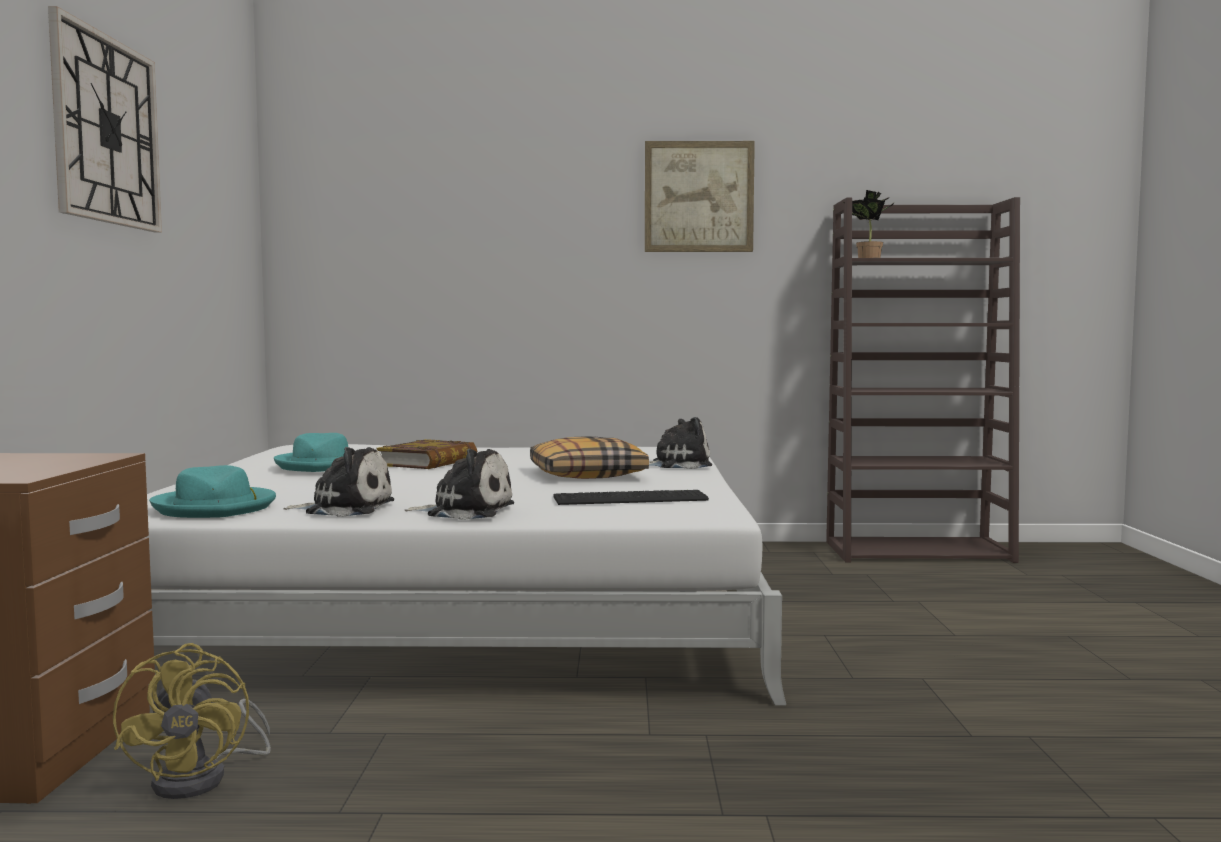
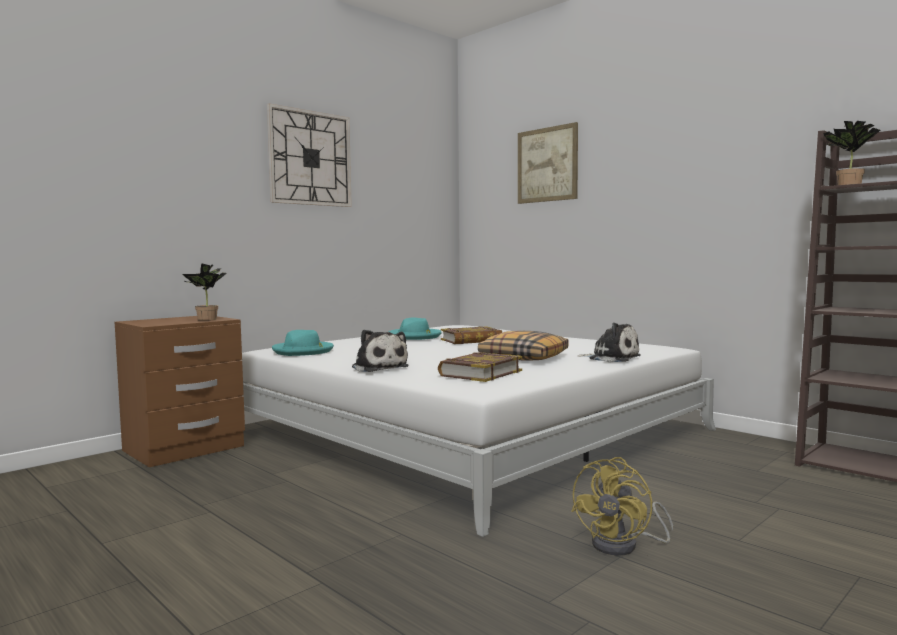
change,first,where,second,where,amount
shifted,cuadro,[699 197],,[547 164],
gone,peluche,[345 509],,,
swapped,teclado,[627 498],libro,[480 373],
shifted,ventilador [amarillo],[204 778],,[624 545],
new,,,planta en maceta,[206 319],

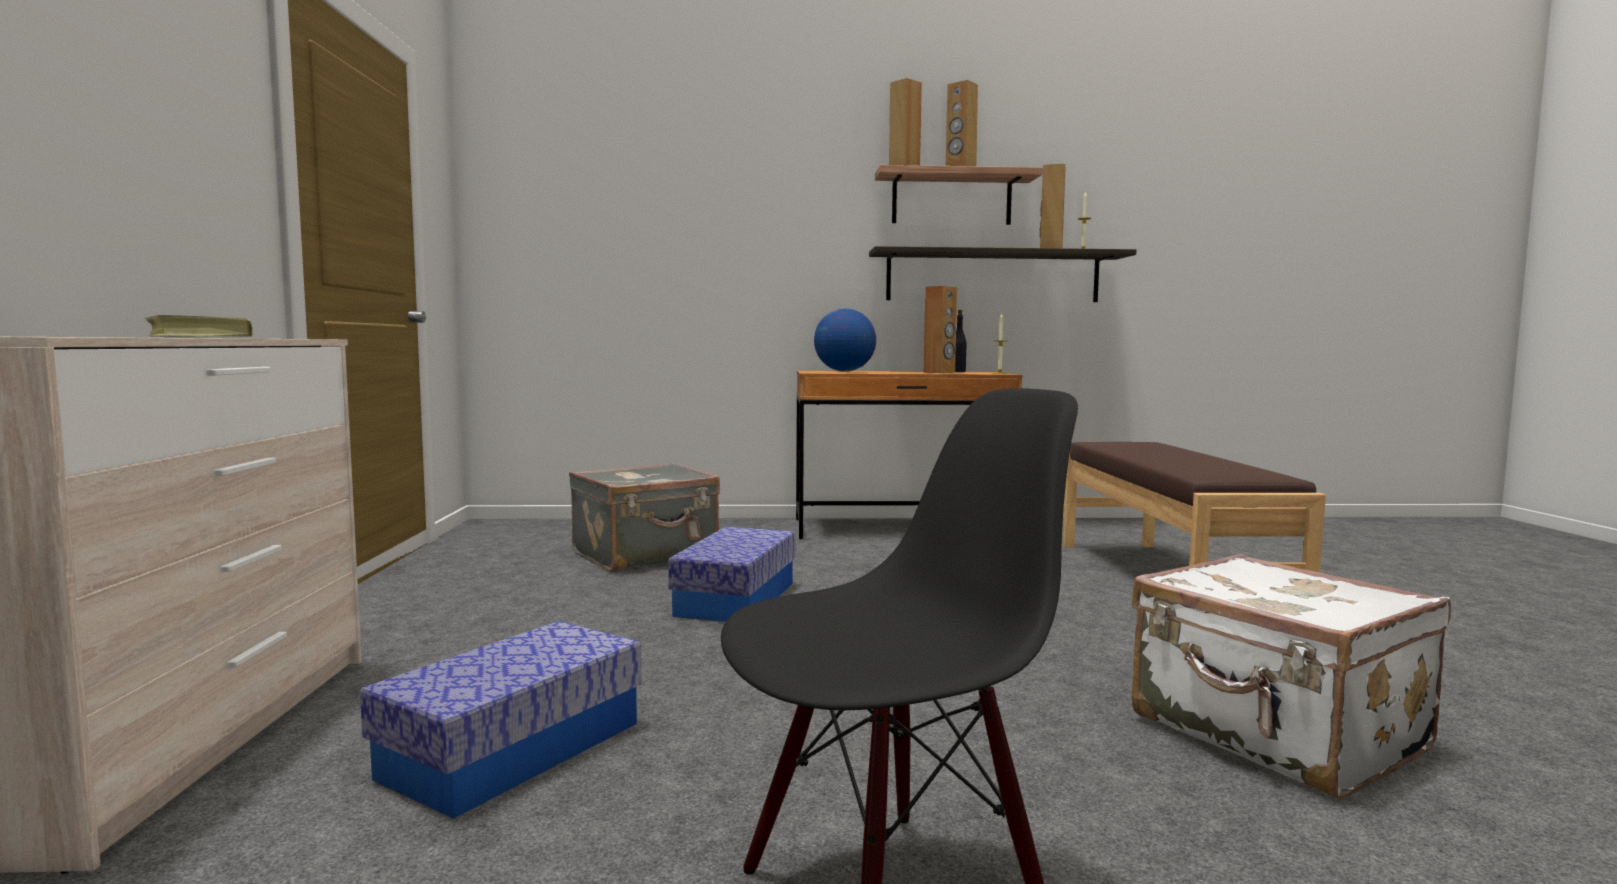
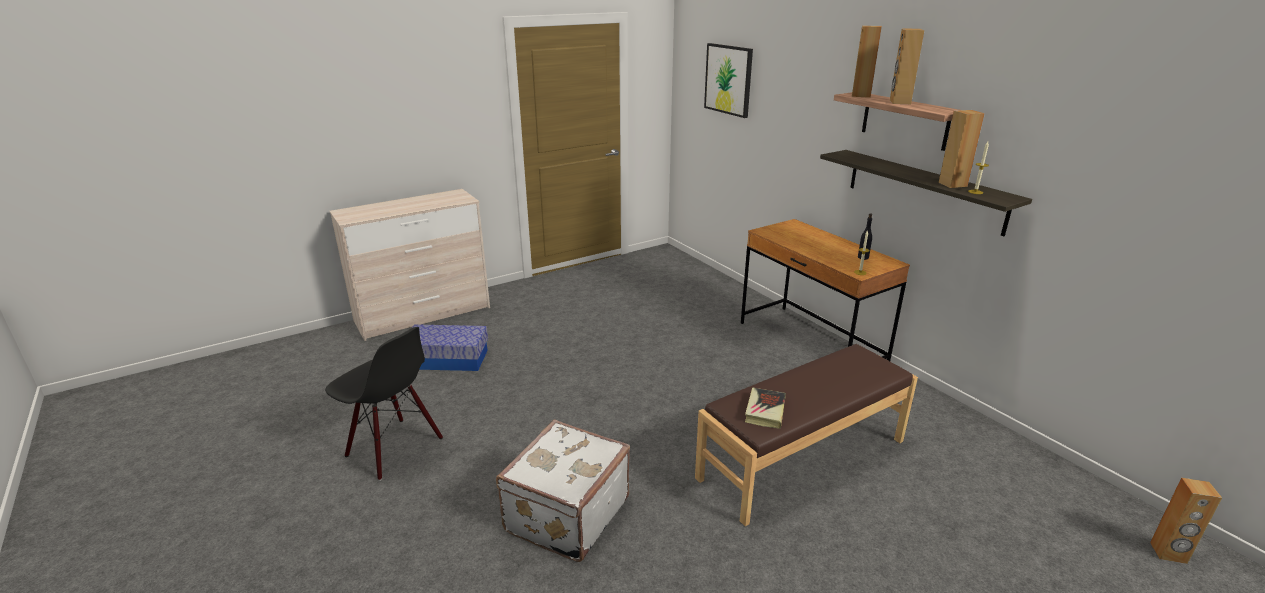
change,first,where,second,where,amount
shifted,altavoz [marrón],[939 372],,[1168 553],
gone,globo terráqueo,[844 371],,,
shifted,libro,[198 337],,[765 411],
gone,maleta [gris],[646 555],,,
gone,caja de almacenaje,[736 599],,,
new,,,cuadro,[728 79],

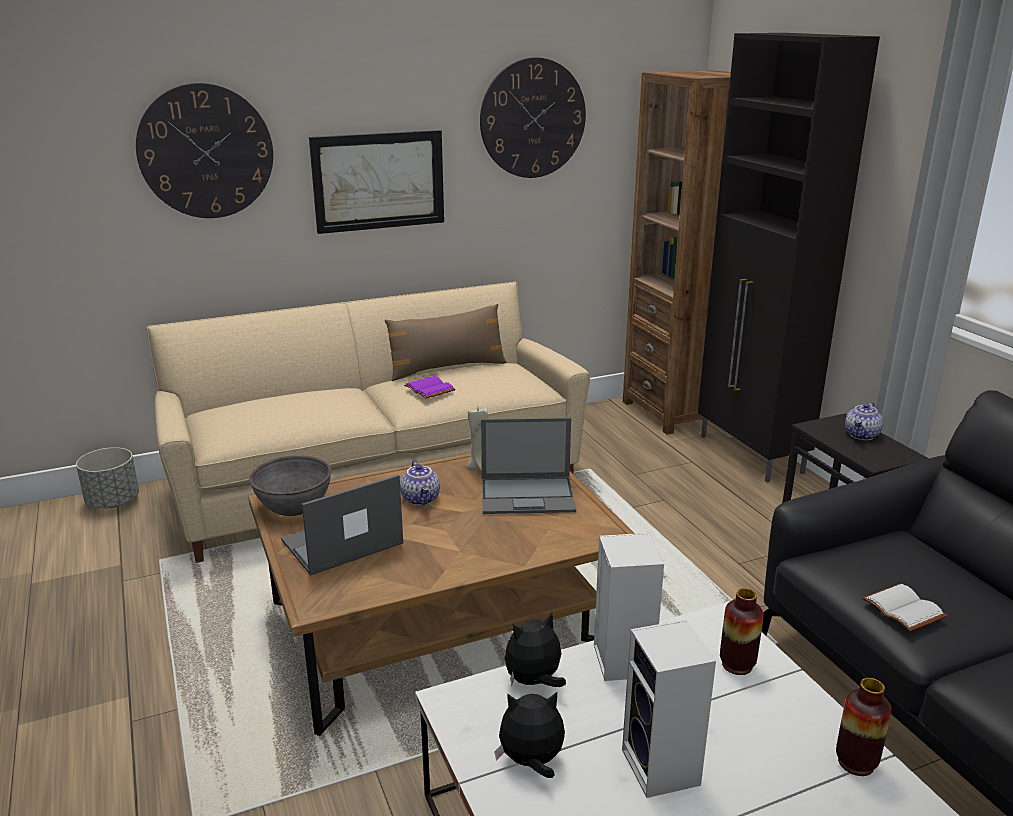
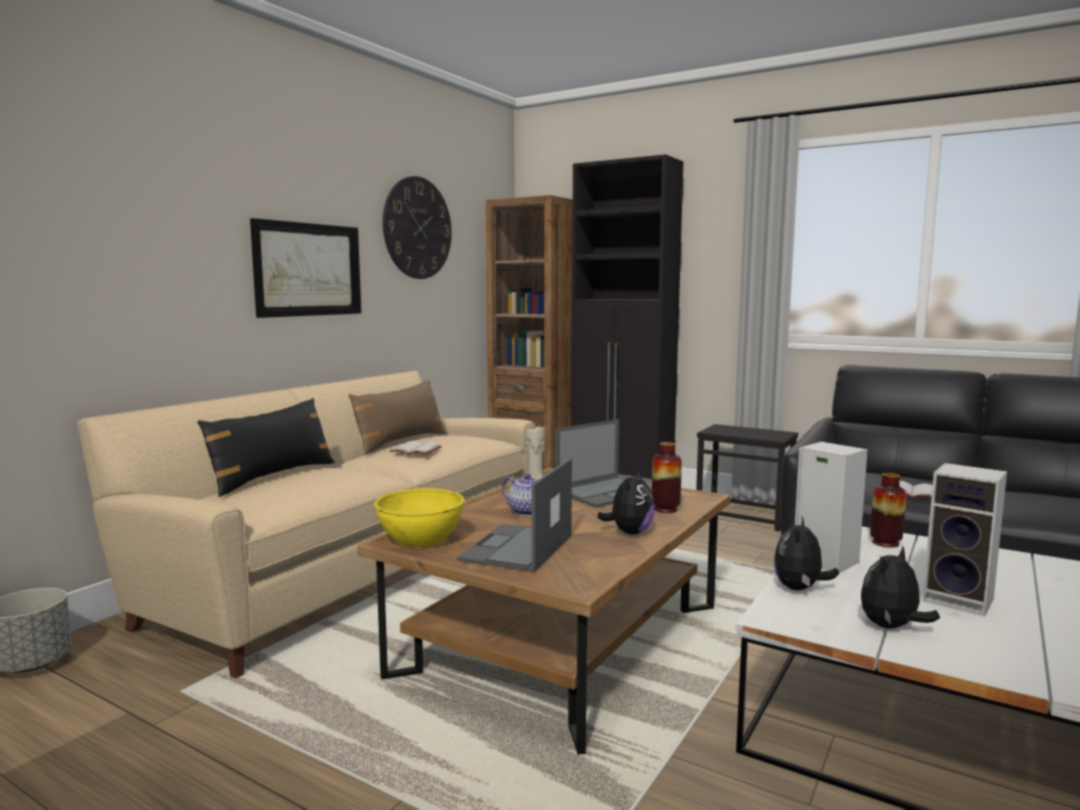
change,first,where,second,where,amount
gone,reloj de pared,[206 152],,,
repainted,libro [morado],[431 389],libro [blanco],[417 450],
gone,tetera,[862 435],,,
repainted,cuenco [gris],[294 505],cuenco [amarillo],[421 539],
shifted,florero,[856 762],,[665 509],
new,,,cojín [negro],[272 477],
new,,,peluche,[629 532],

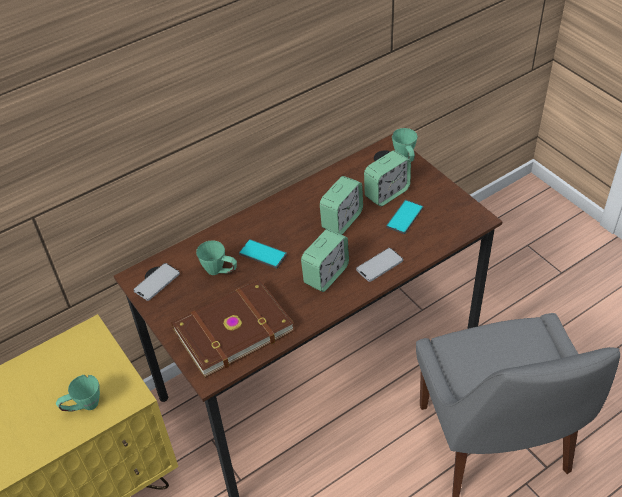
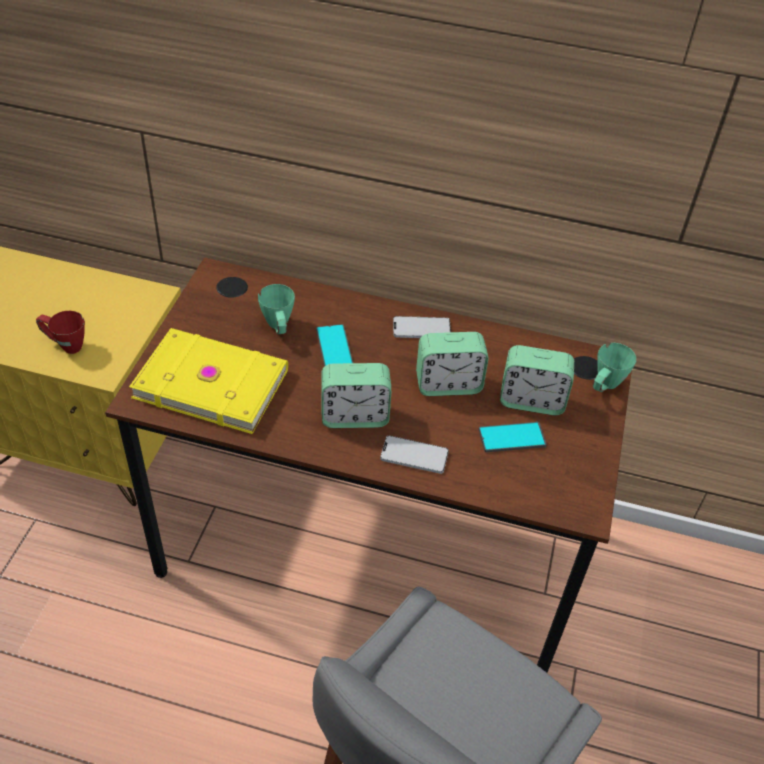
change,first,where,second,where,amount
shifted,móvil,[157 282],,[421 329],
repainted,libro [marrón],[231 329],libro [amarillo],[211 382],
repainted,taza grande [verde],[83 407],taza grande [rojo],[65 345],

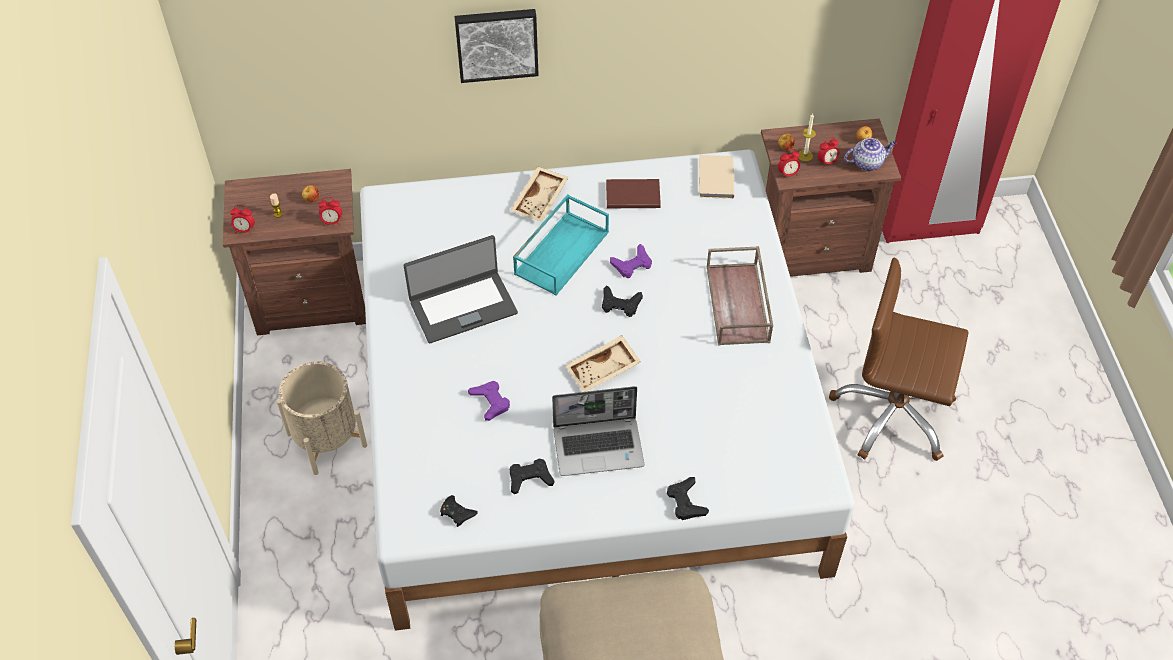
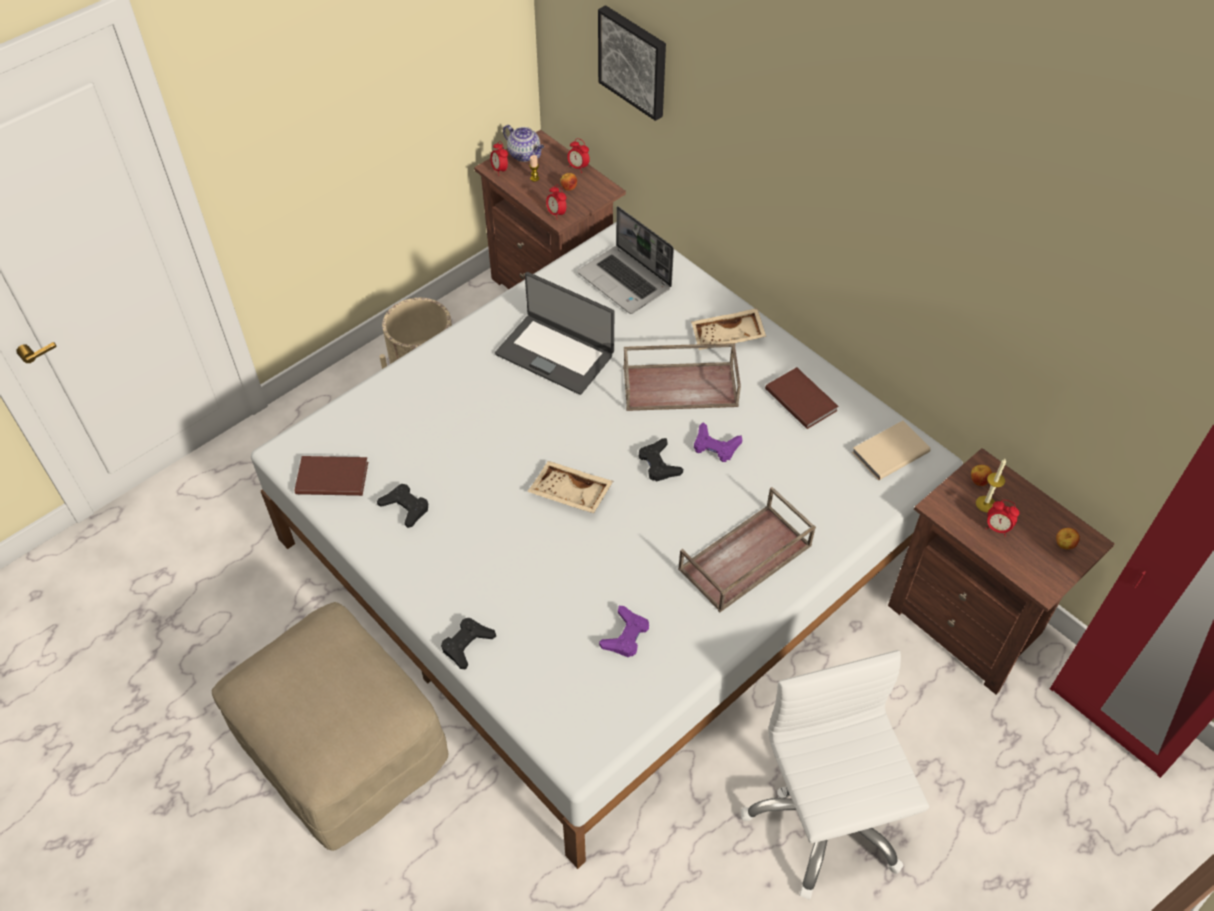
change,first,where,second,where,amount
shifted,cuadro,[497 43],,[634 61],
shifted,tetera,[867 163],,[525 155],
shifted,despertador,[788 174],,[578 167],
repainted,bandeja [turquesa],[561 251],bandeja [marrón],[681 385],
repainted,silla de oficina [marrón],[892 414],silla de oficina [blanco],[824 818],
shifted,mando de consola [morado],[490 402],,[625 635],
shifted,portátil,[599 446],,[626 281],
swapped,mando de consola [negro],[457 513],libro [marrón],[331 476],

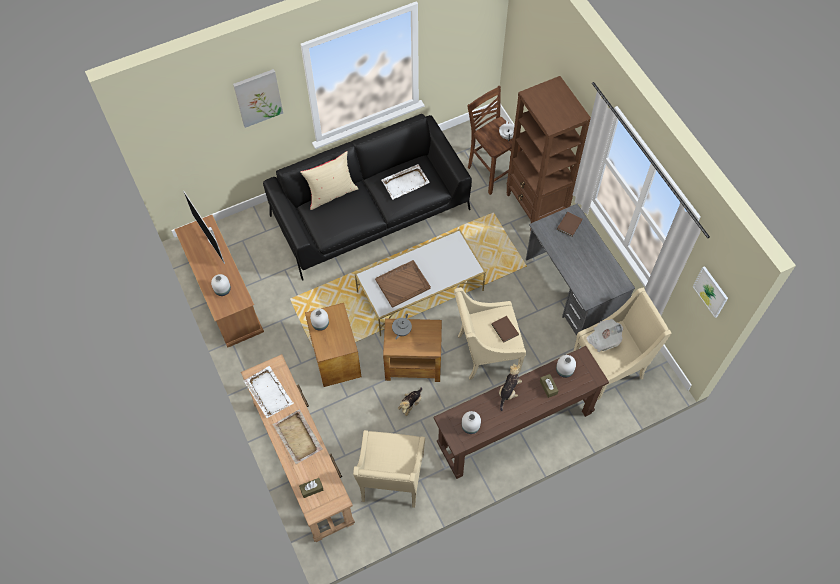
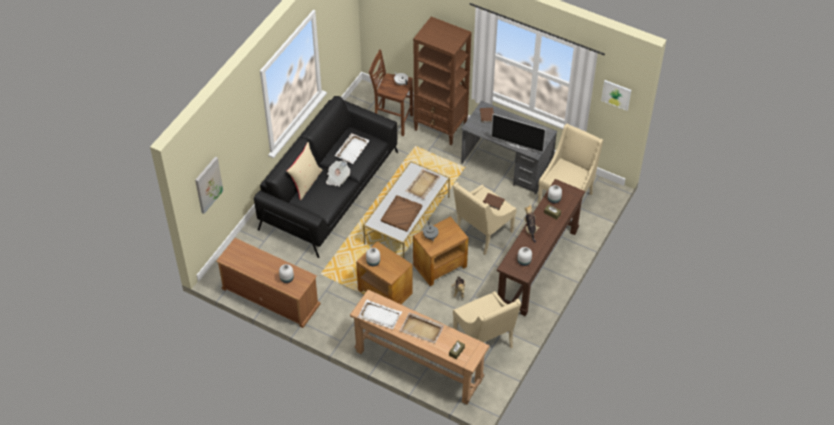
change,first,where,second,where,amount
shifted,cuadro,[258 97],,[208 184],
shifted,televisor,[212 240],,[517 145],
shifted,periódico,[603 339],,[337 178],
new,,,bandeja [beis],[422 185],

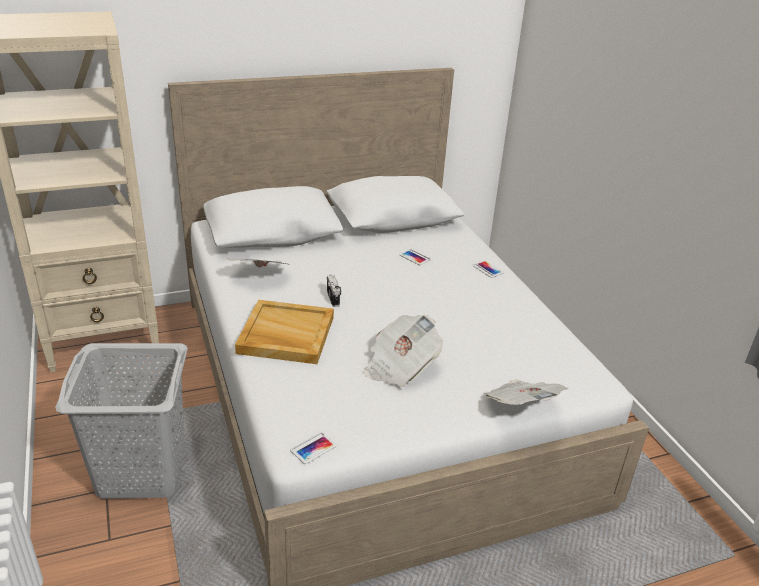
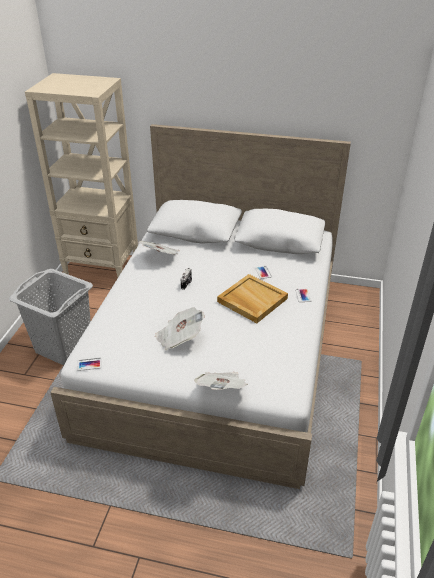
change,first,where,second,where,amount
shifted,bandeja [beis],[285 335],,[251 300],

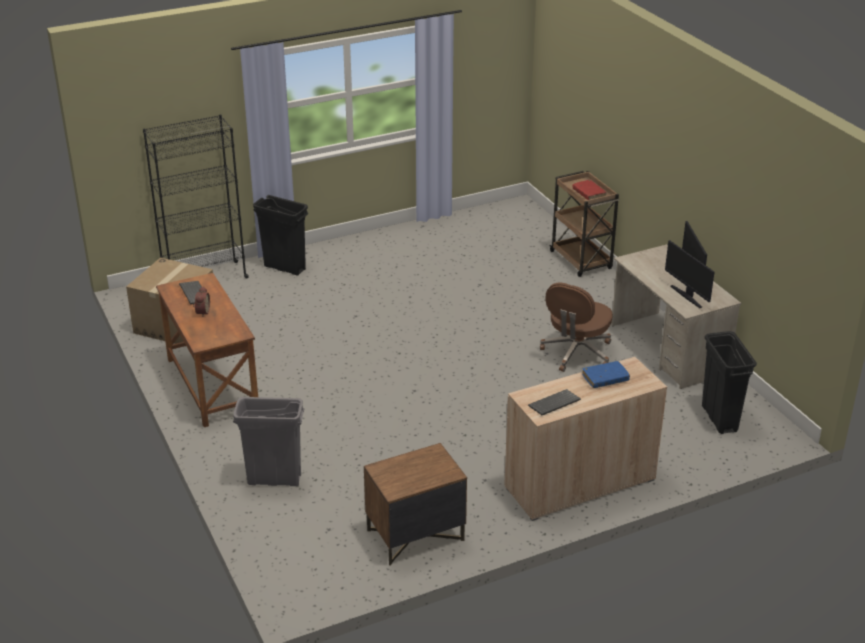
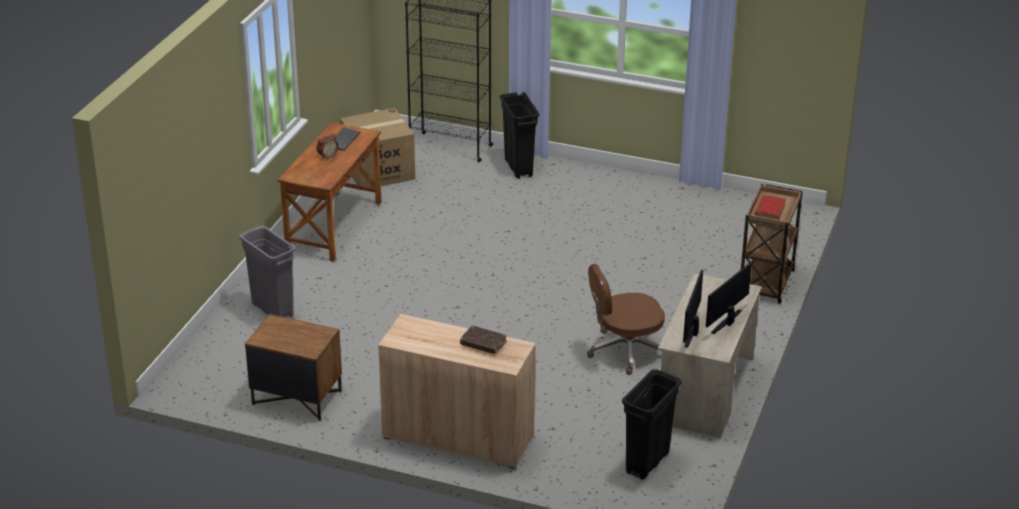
change,first,where,second,where,amount
repainted,libro [azul],[605 379],libro [marrón],[483 344],
gone,teclado,[554 404],,,

